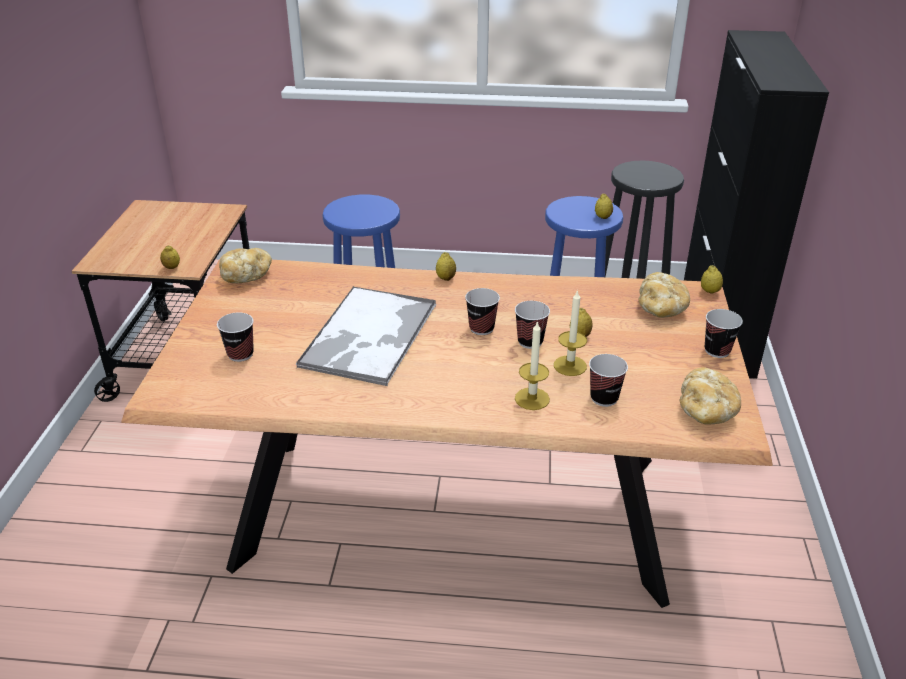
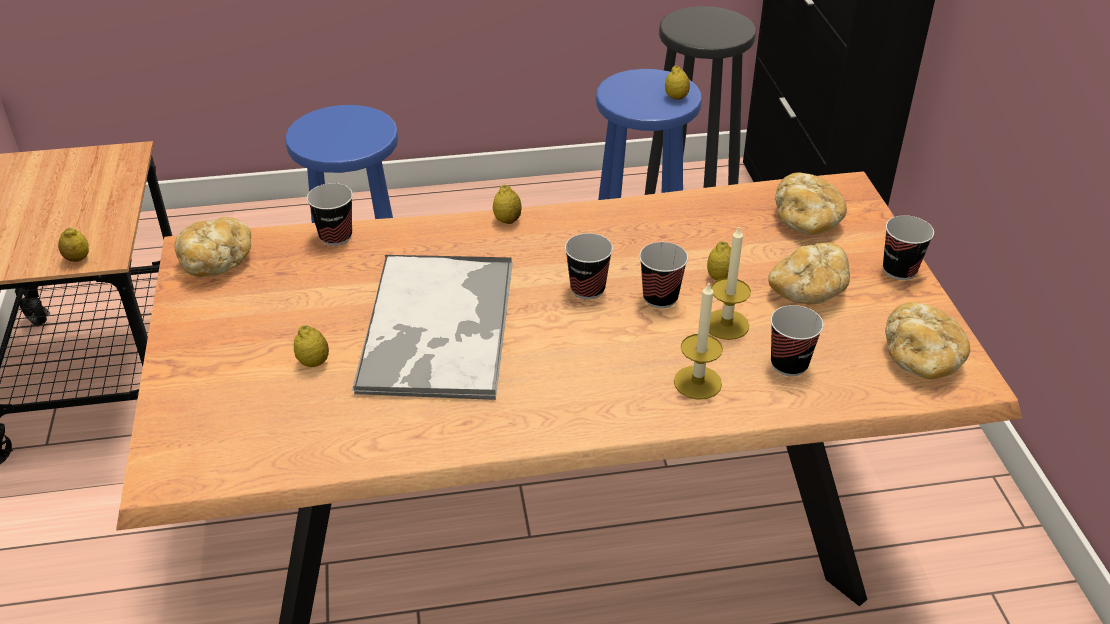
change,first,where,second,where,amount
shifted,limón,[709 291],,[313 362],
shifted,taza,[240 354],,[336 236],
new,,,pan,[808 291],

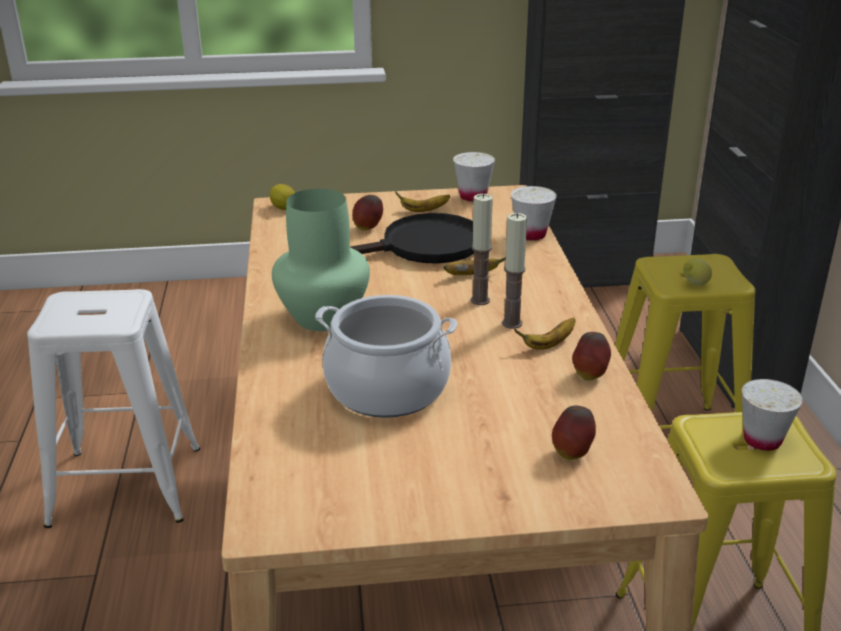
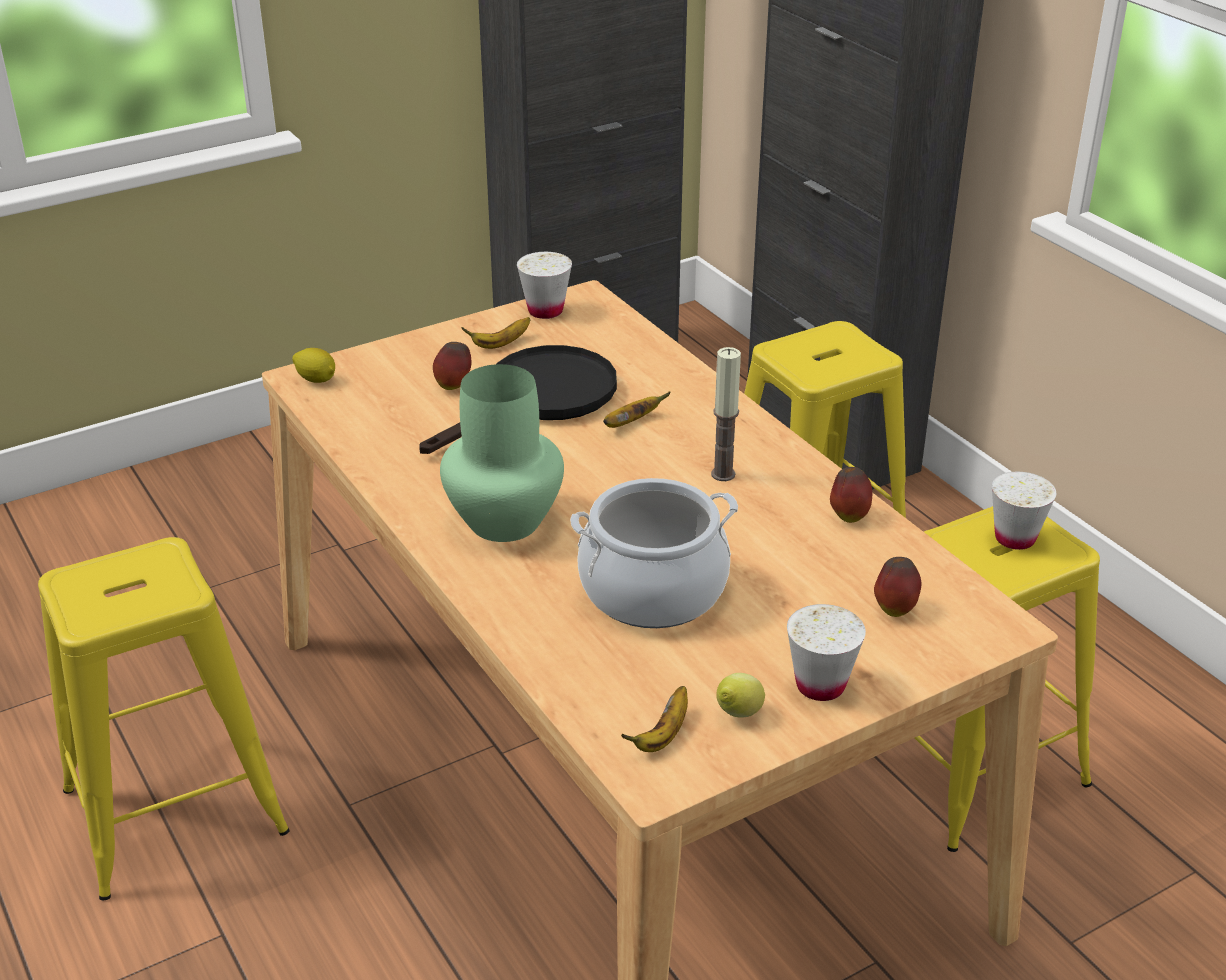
change,first,where,second,where,amount
shifted,taza [blanco],[531 235],,[820 685],
gone,vela,[480 300],,,
shifted,limón,[694 284],,[737 715],
repainted,taburete [blanco],[126 486],taburete [amarillo],[175 811],
shifted,plátano,[548 344],,[662 736],

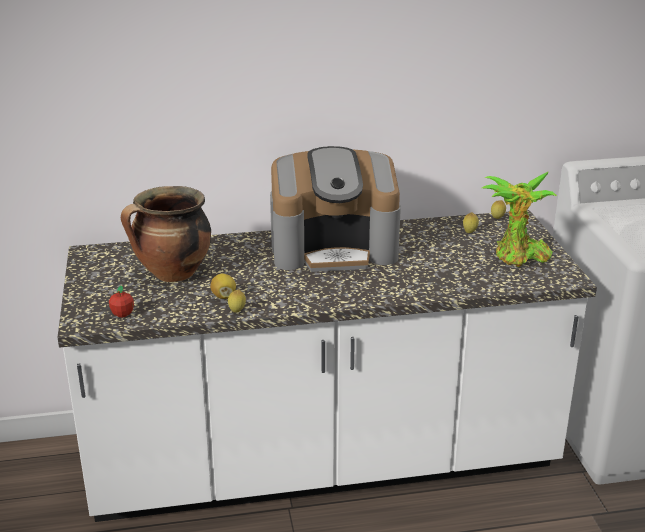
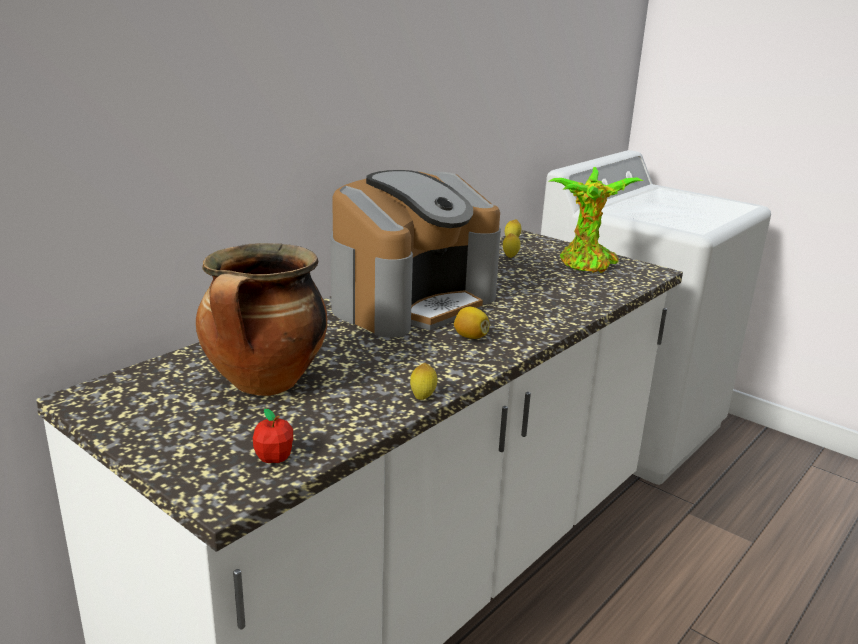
change,first,where,second,where,amount
shifted,limón,[224 296],,[470 337],

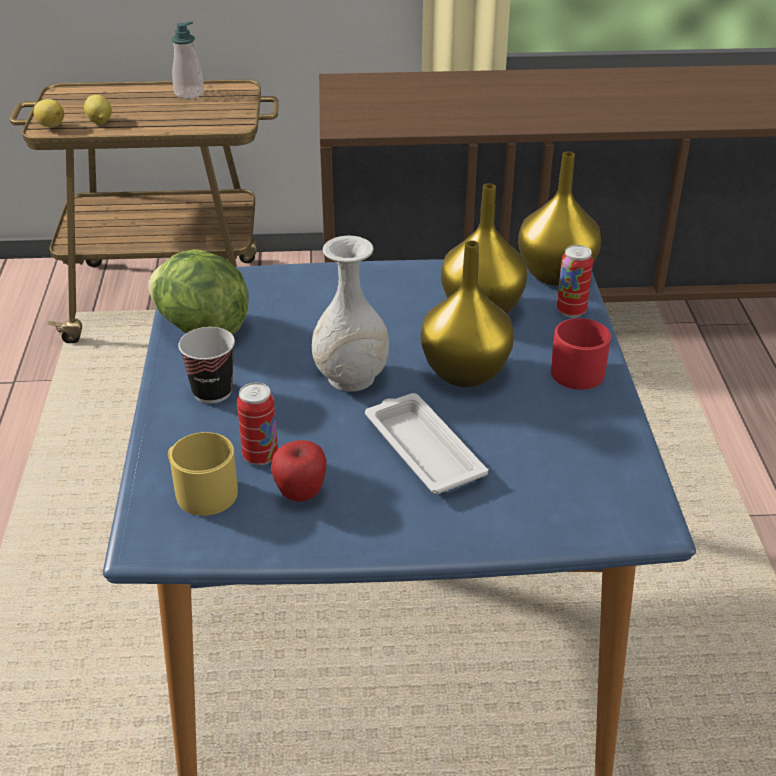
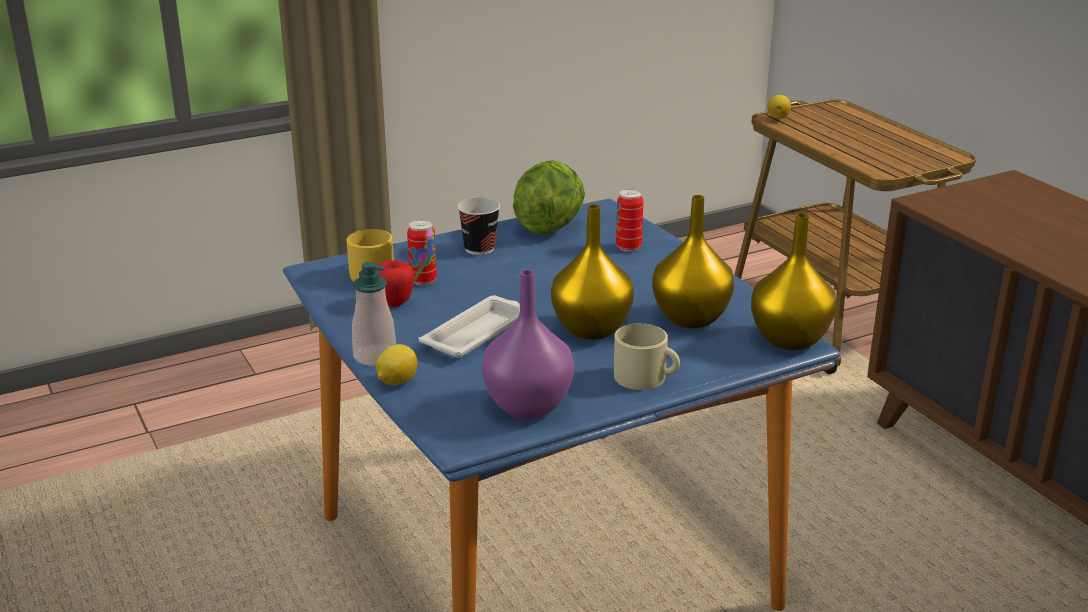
change,first,where,second,where,amount
shifted,dispensador de jabón,[189 93],,[375 356],
shifted,limón,[99 122],,[396 382],
gone,florero [blanco],[351 378],,,
shifted,lata,[571 311],,[628 247],
repainted,taza grande [rojo],[582 370],taza grande [beis],[646 378],
new,,,florero [morado],[526 405],

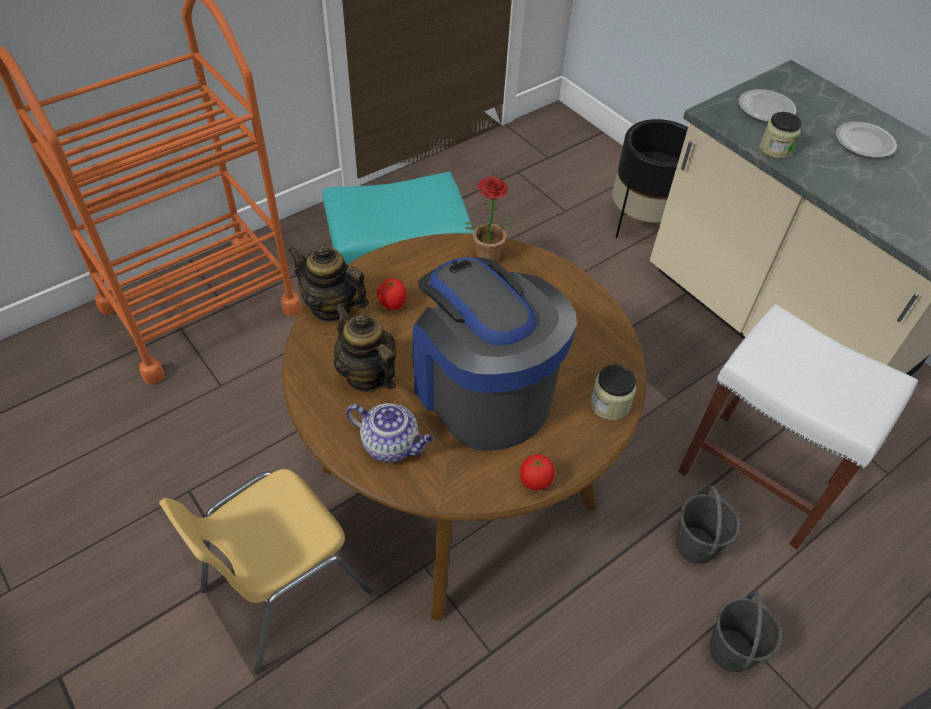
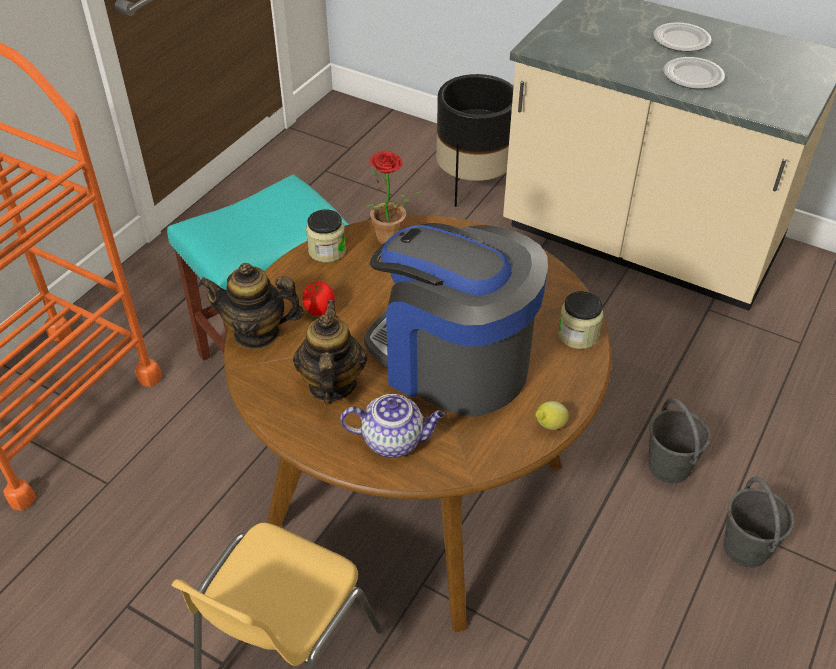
change,first,where,second,where,amount
shifted,plato,[765 109],,[693 77],
shifted,tarro,[775 149],,[327 251],
rotated,tetera,[367 375],,[331 384],60 degrees clockwise
gone,taburete [blanco],[760 477],,,
swapped,tomate,[535 482],limón,[549 426],

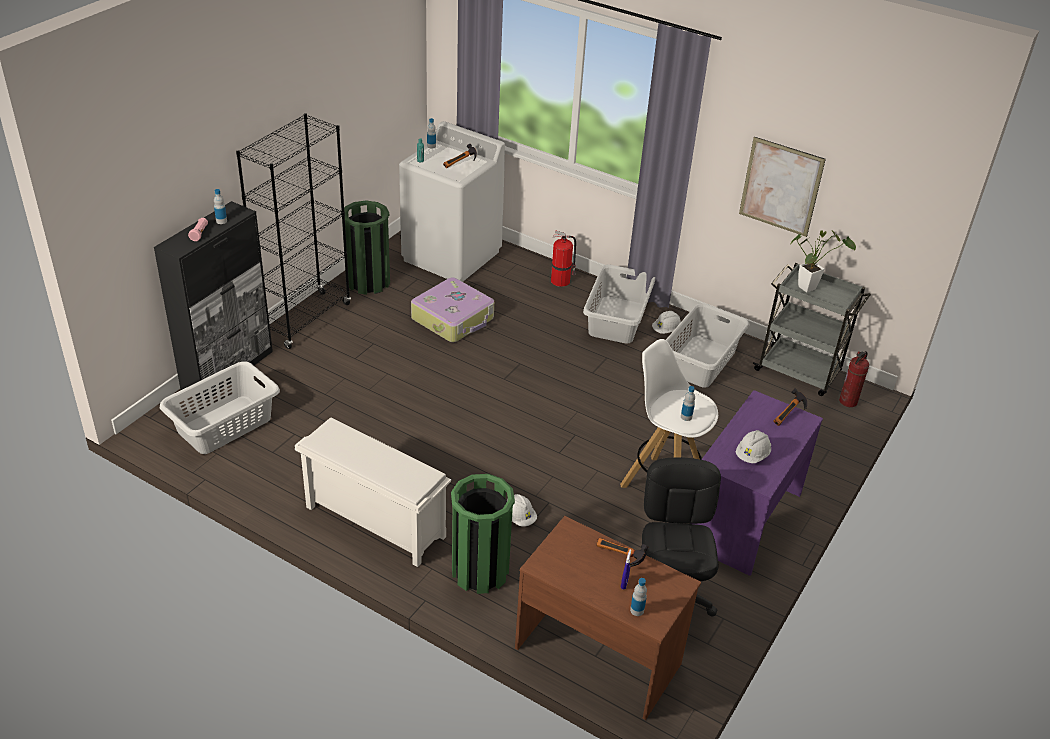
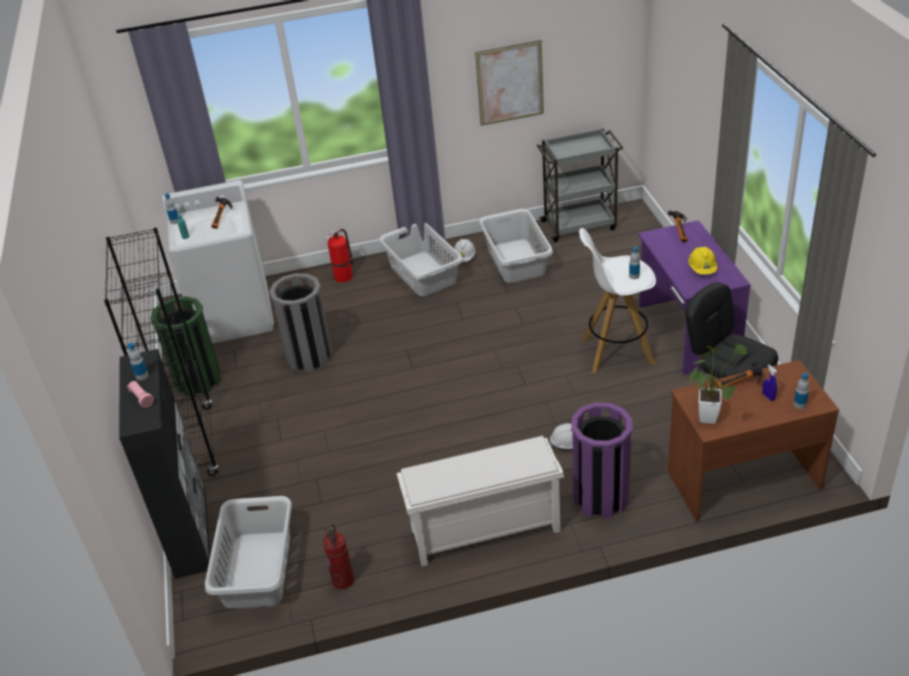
change,first,where,second,where,amount
shifted,planta en maceta,[810 287],,[708 415],
swapped,maleta,[453 319],papelera [gris],[309 357],
shifted,extintor,[848 402],,[343 580],
repainted,casco [blanco],[752 455],casco [amarillo],[702 269],
repainted,papelera [verde],[480 571],papelera [morado],[600 497],

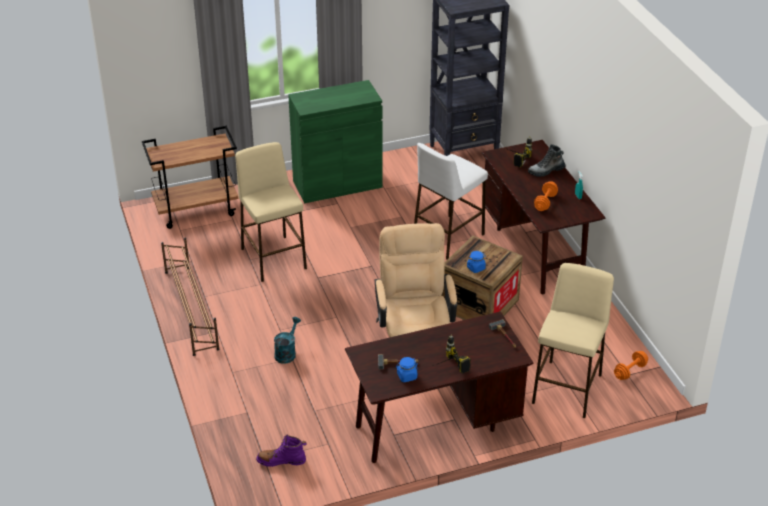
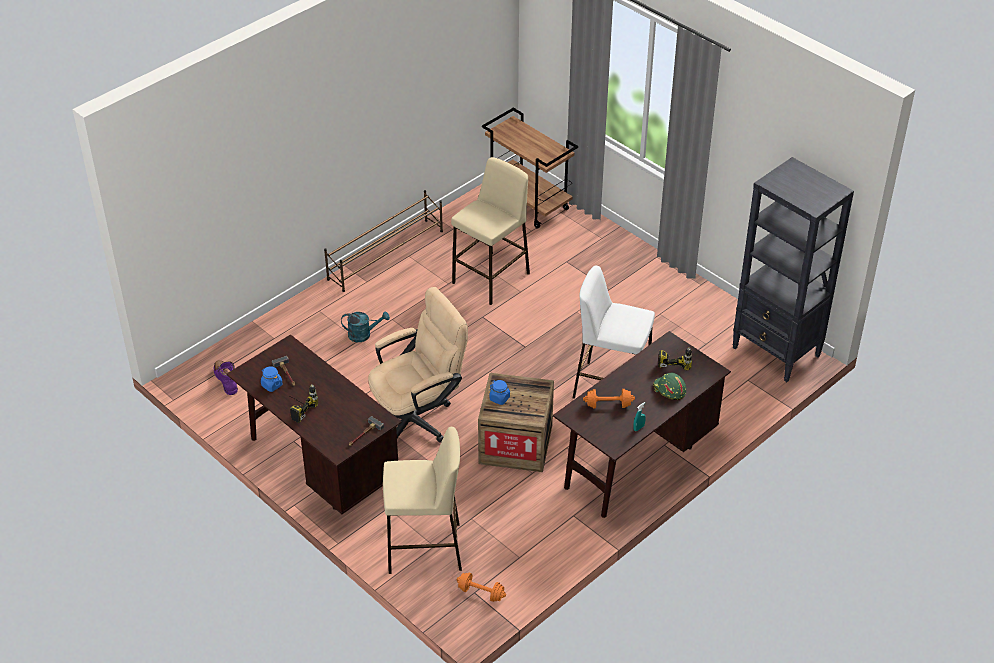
change,first,where,second,where,amount
gone,armario [verde],[337 184],,,
swapped,bota,[546 171],casco [verde],[669 390],

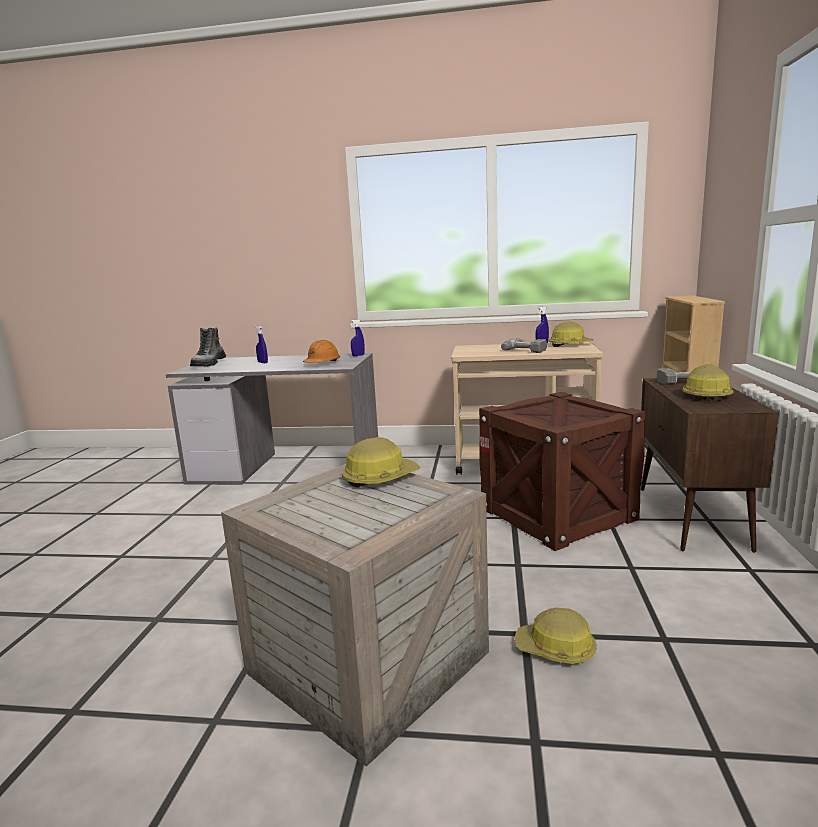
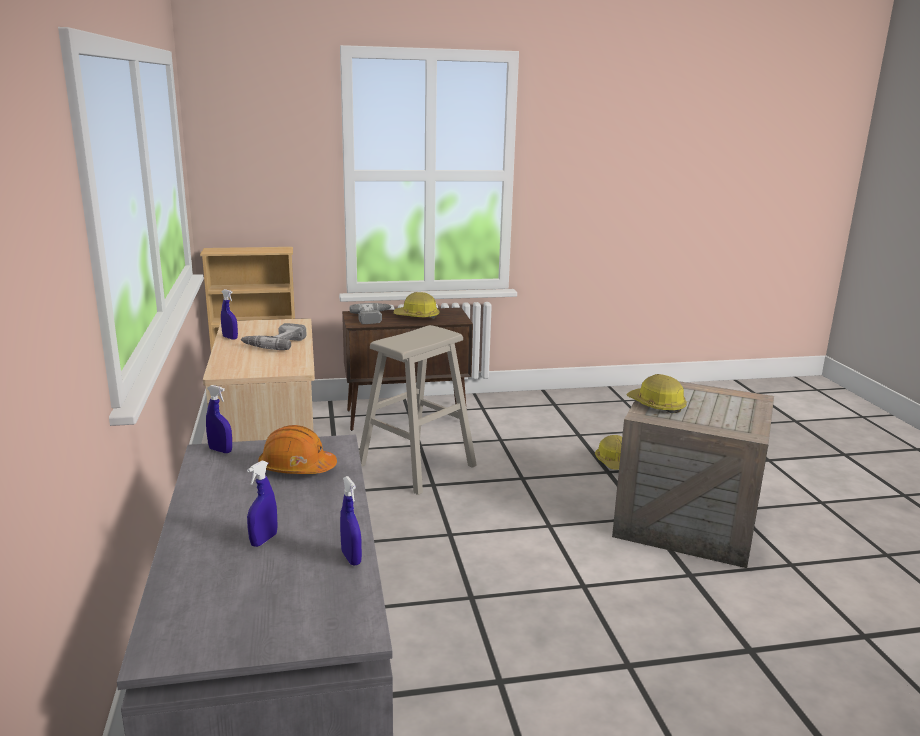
change,first,where,second,where,amount
gone,casco,[570 345],,,
gone,bota,[209 364],,,
swapped,caja de embalaje,[557 513],taburete [beis],[417 465],
new,,,pulverizador [azul],[351 558],

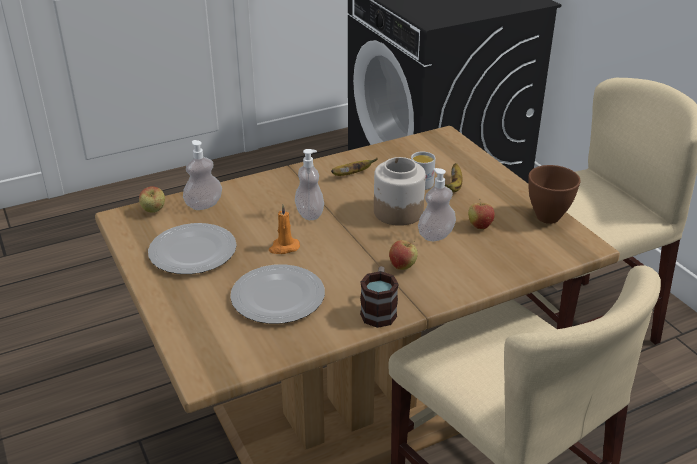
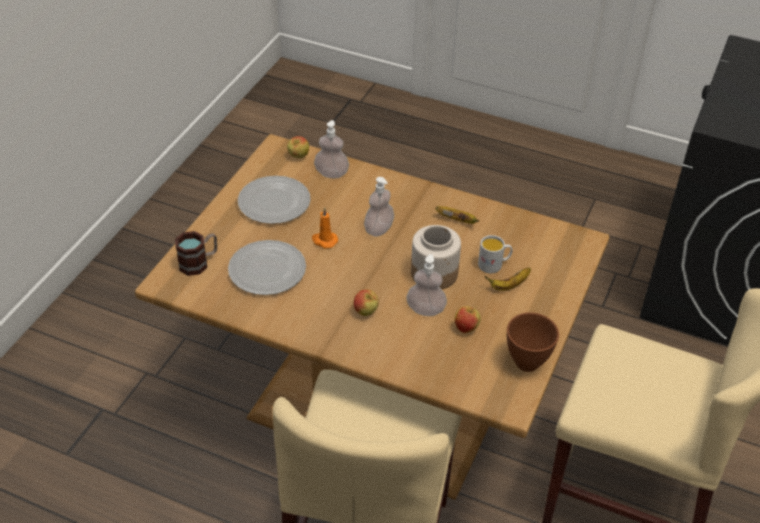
change,first,where,second,where,amount
shifted,taza grande,[379 310],,[199 262],

